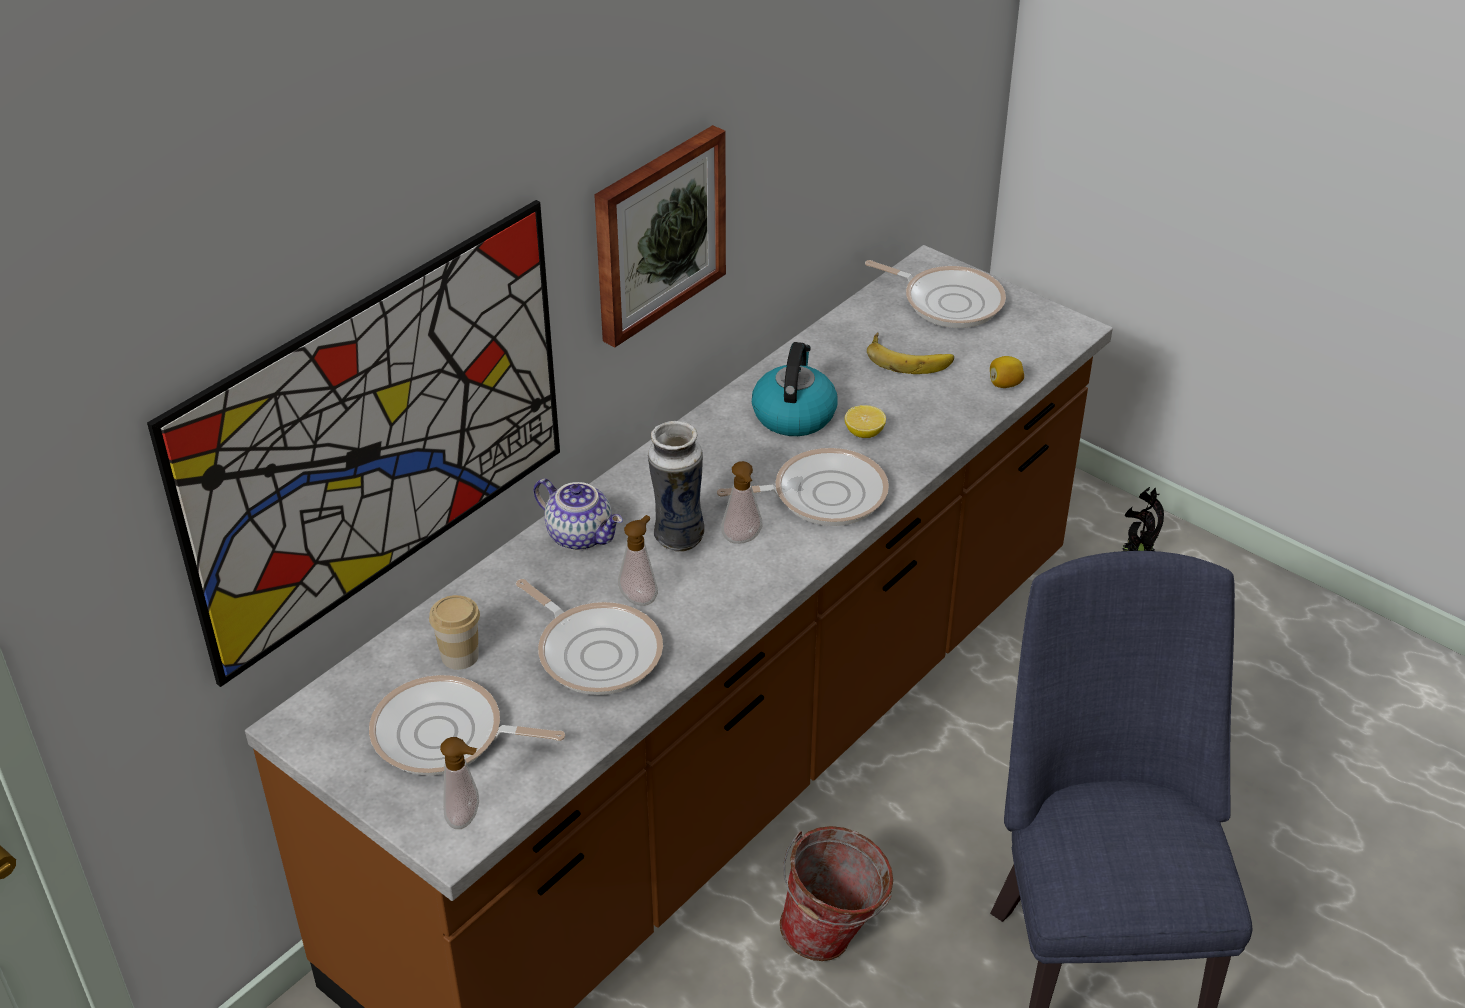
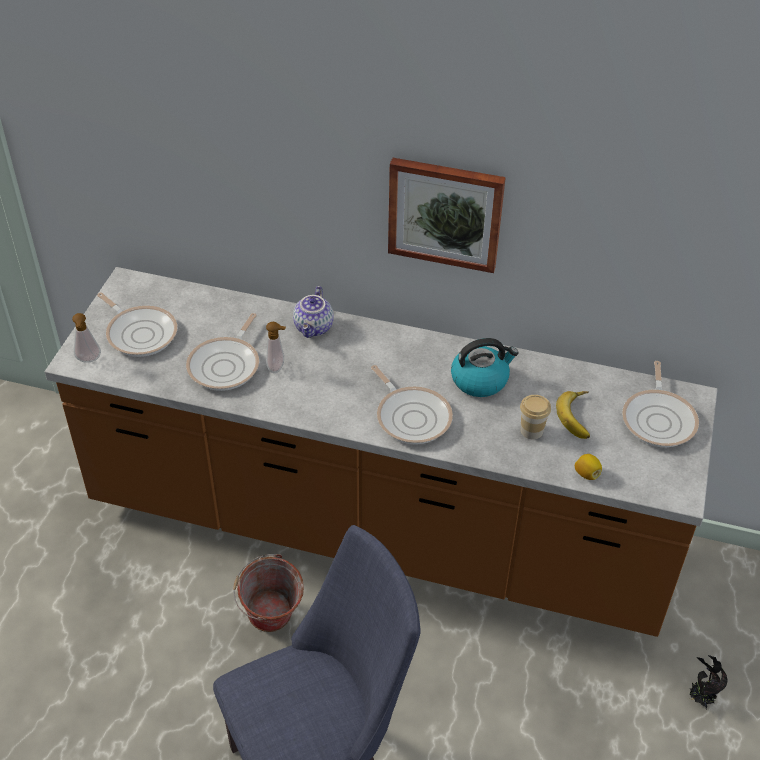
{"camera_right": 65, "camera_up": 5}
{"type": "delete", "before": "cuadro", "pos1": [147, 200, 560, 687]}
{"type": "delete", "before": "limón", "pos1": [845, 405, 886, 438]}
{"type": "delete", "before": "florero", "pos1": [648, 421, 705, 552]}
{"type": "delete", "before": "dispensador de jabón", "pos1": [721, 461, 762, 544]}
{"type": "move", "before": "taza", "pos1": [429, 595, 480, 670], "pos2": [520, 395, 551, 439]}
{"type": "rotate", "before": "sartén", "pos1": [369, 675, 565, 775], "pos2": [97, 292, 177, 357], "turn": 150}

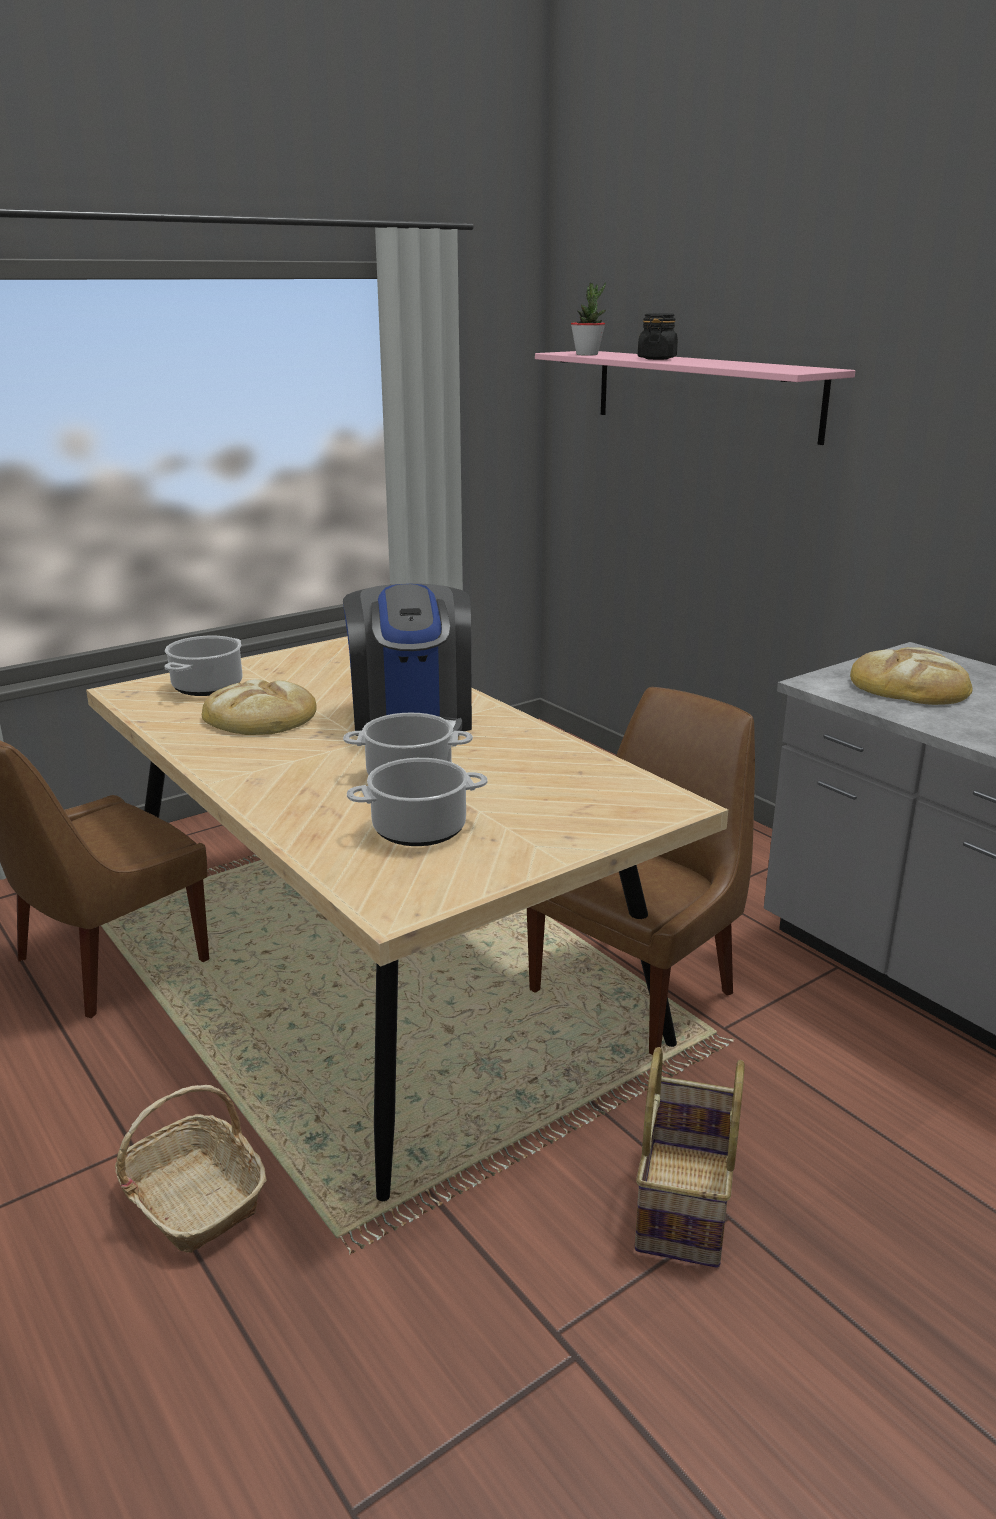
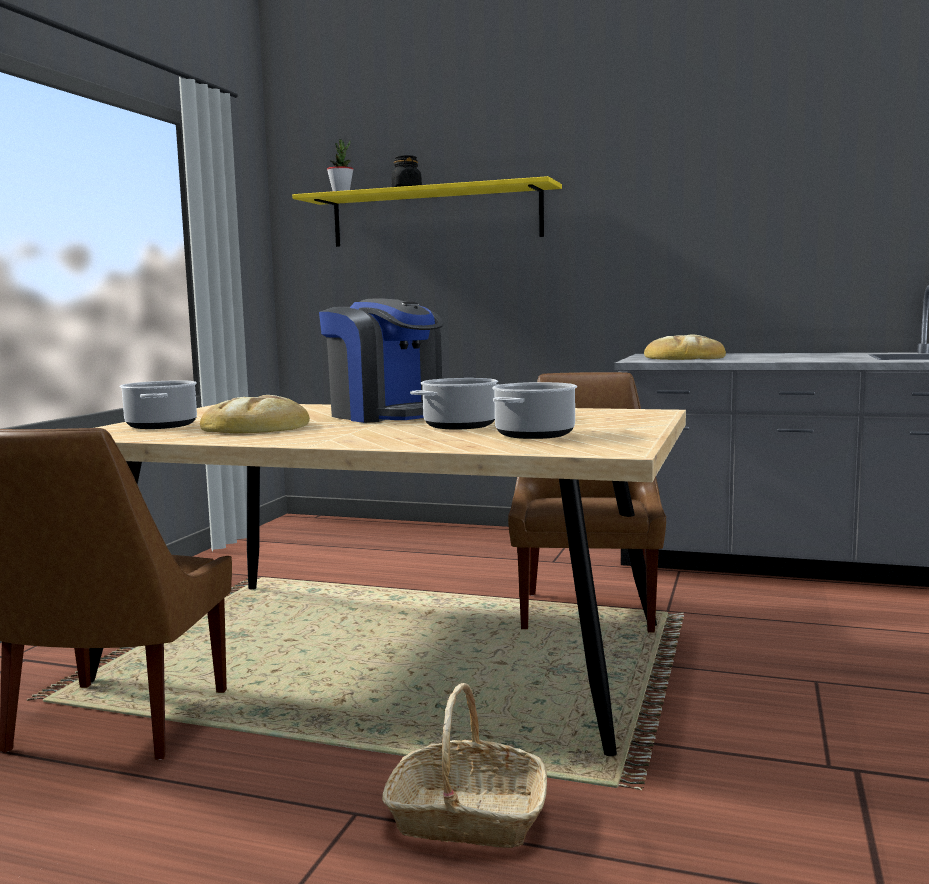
{"camera_right": -35, "camera_up": -15}
{"type": "recolor", "before": "estante/rosa", "after": "estante/amarillo", "pos1": [535, 351, 855, 445], "pos2": [292, 176, 562, 247]}
{"type": "delete", "before": "cesta", "pos1": [635, 1047, 745, 1267]}

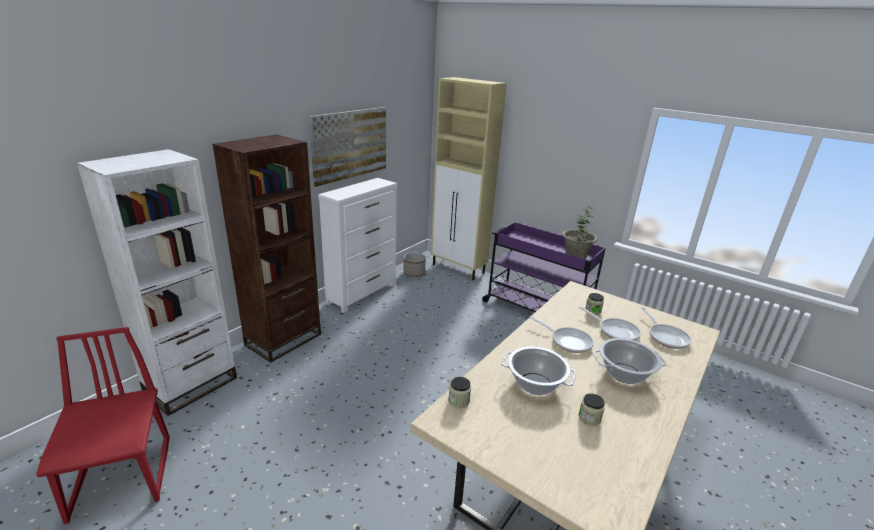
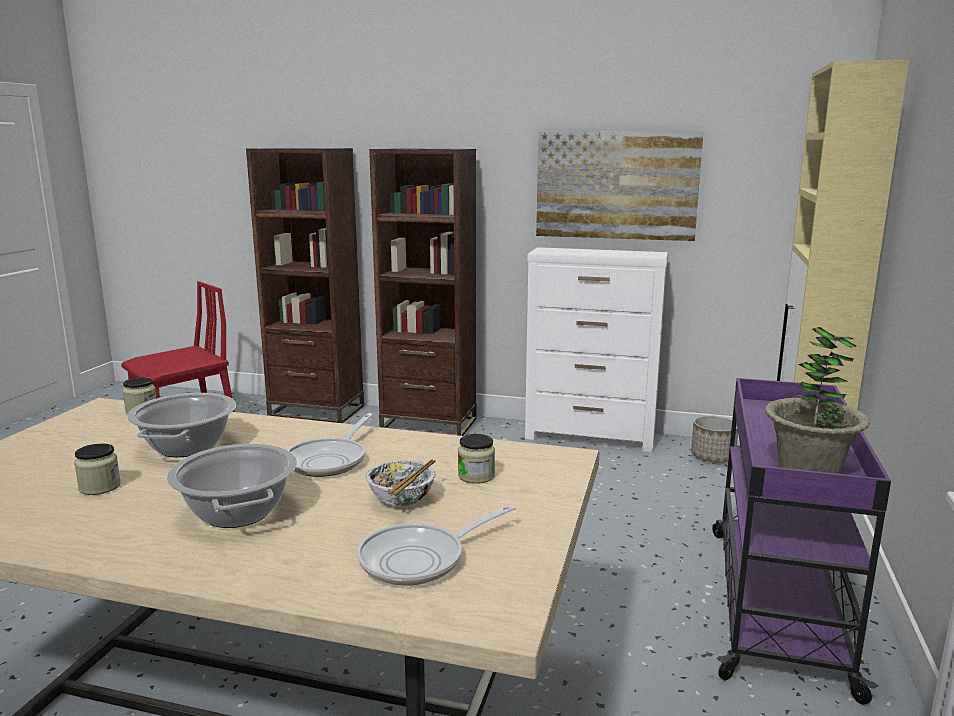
{"camera_right": 70, "camera_up": -10}
{"type": "recolor", "before": "estantería/blanco", "after": "estantería/marrón", "pos1": [77, 149, 237, 416], "pos2": [246, 148, 364, 423]}
{"type": "replace", "before": "sartén", "after": "cuenco", "pos1": [578, 306, 641, 341], "pos2": [365, 459, 436, 506]}

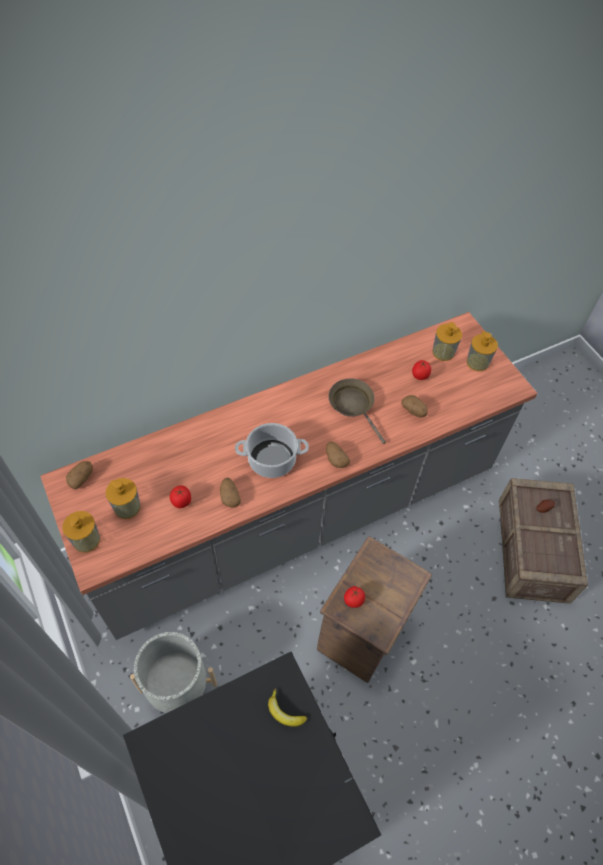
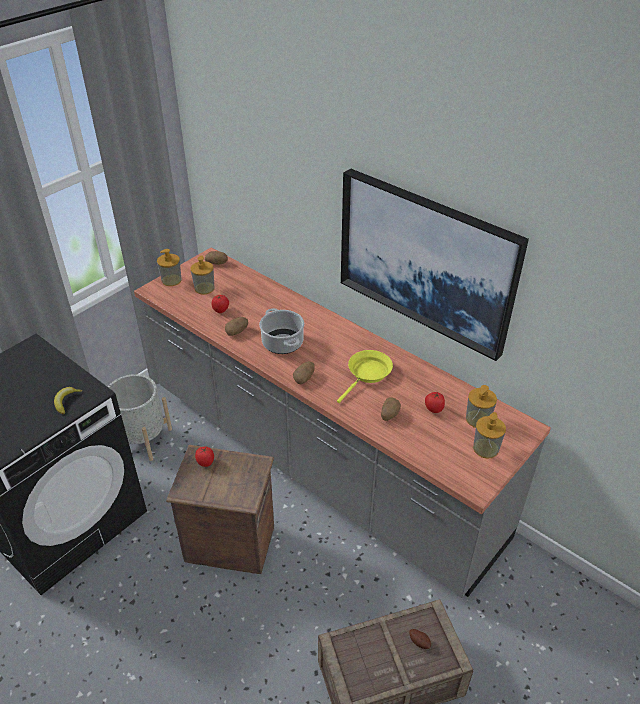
{"camera_right": 70, "camera_up": -15}
{"type": "recolor", "before": "sartén/marrón", "after": "sartén/amarillo", "pos1": [329, 378, 386, 444], "pos2": [337, 350, 393, 403]}
{"type": "insert", "after": "cuadro", "pos2": [341, 169, 529, 361]}

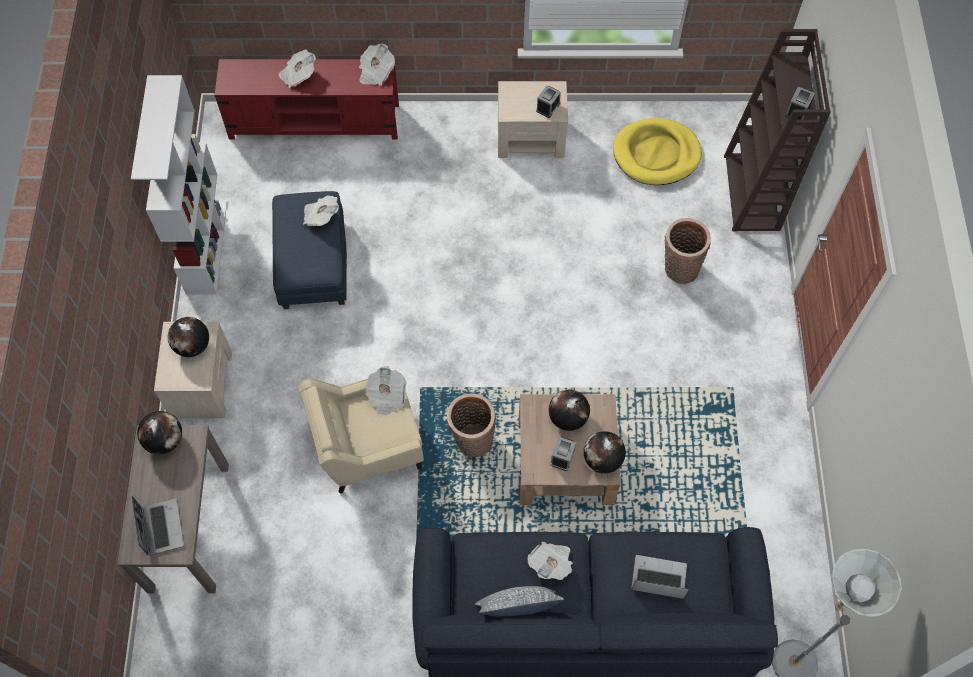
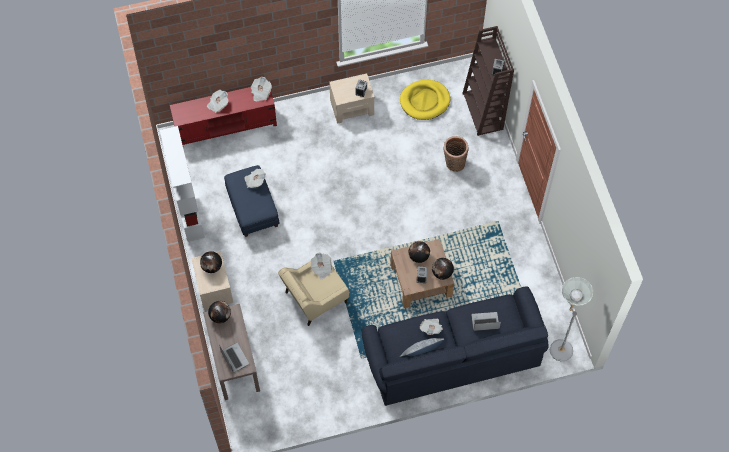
{"camera_right": -15, "camera_up": 0}
{"type": "delete", "before": "cesta", "pos1": [447, 393, 496, 457]}

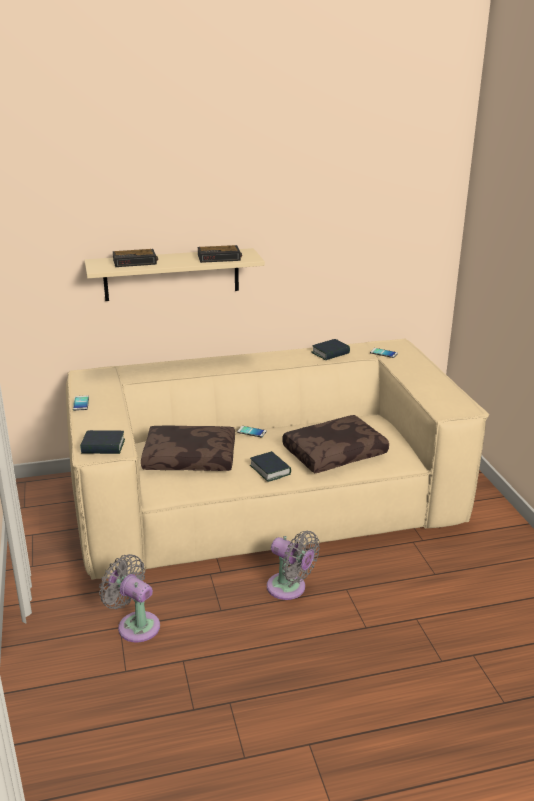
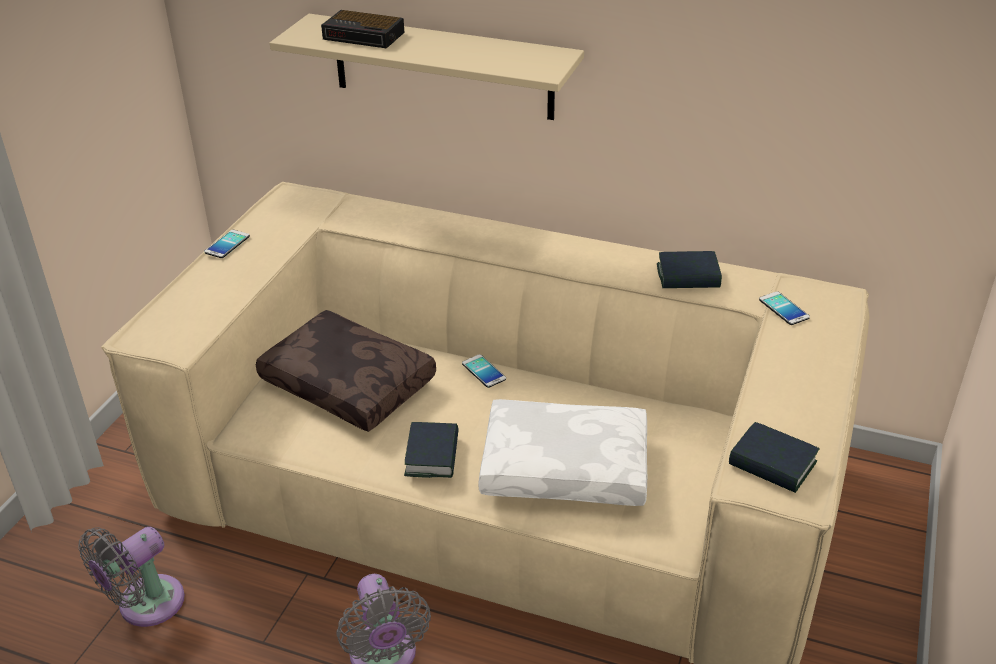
{"camera_right": 35, "camera_up": 10}
{"type": "delete", "before": "despertador", "pos1": [198, 245, 242, 263]}
{"type": "recolor", "before": "cojín/marrón", "after": "cojín/blanco", "pos1": [282, 415, 389, 473], "pos2": [478, 399, 647, 506]}
{"type": "move", "before": "libro", "pos1": [80, 430, 125, 454], "pos2": [729, 422, 820, 493]}
{"type": "rotate", "before": "ventilador/gris", "pos1": [99, 554, 160, 642], "pos2": [78, 527, 185, 627], "turn": -120}

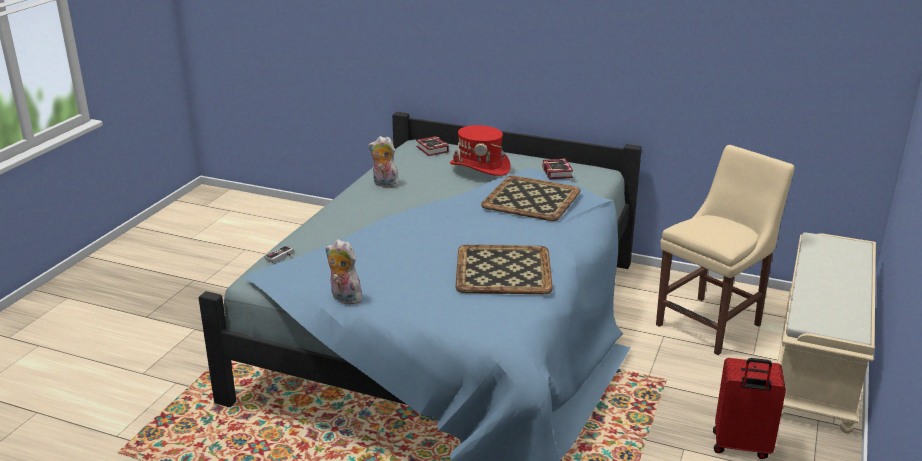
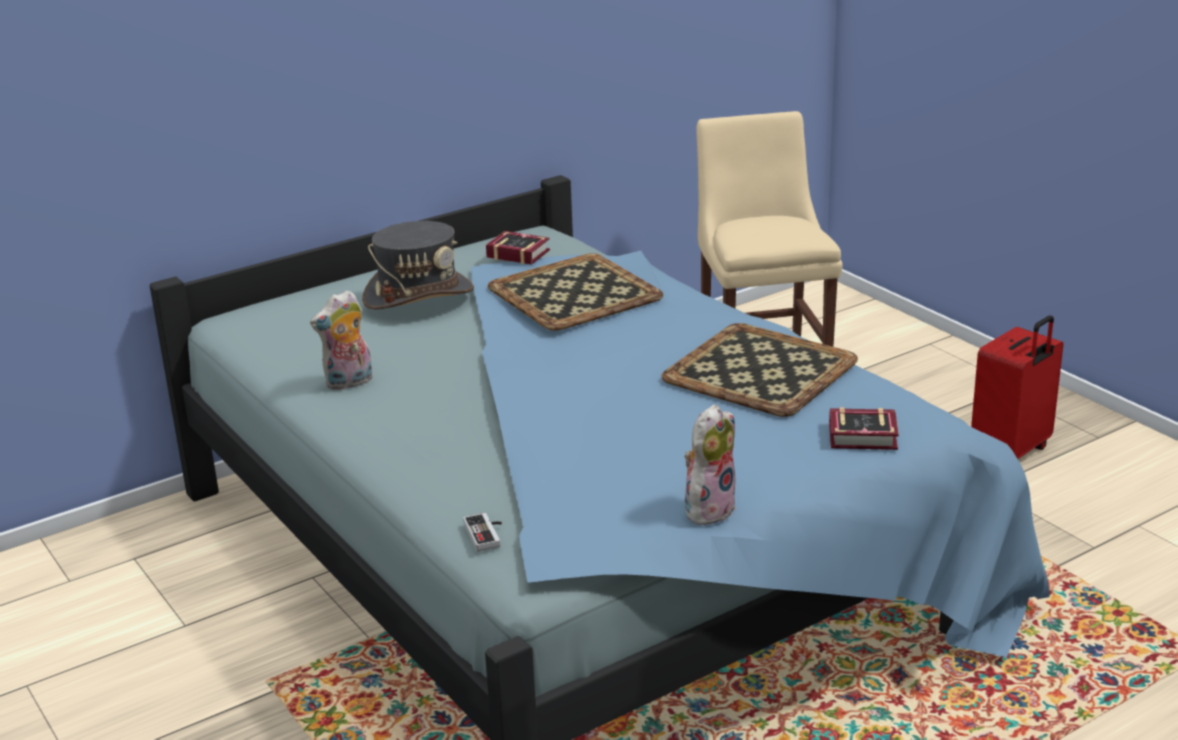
{"camera_right": -55, "camera_up": 0}
{"type": "recolor", "before": "sombrero/rojo", "after": "sombrero/gris", "pos1": [450, 125, 511, 176], "pos2": [362, 221, 474, 310]}
{"type": "move", "before": "libro", "pos1": [416, 136, 449, 156], "pos2": [829, 407, 899, 450]}
{"type": "delete", "before": "banco/beis", "pos1": [778, 232, 876, 434]}
{"type": "rotate", "before": "peluche", "pos1": [325, 239, 366, 304], "pos2": [684, 404, 737, 526], "turn": 150}

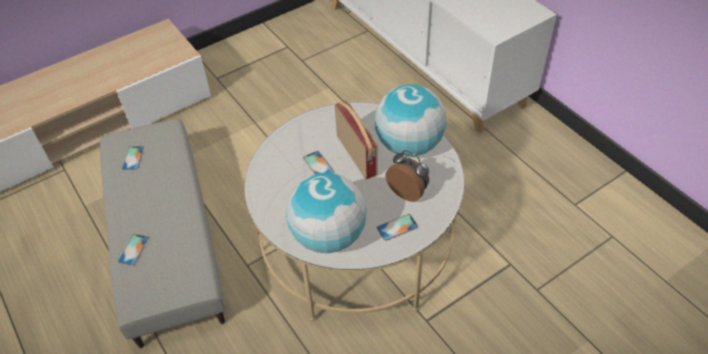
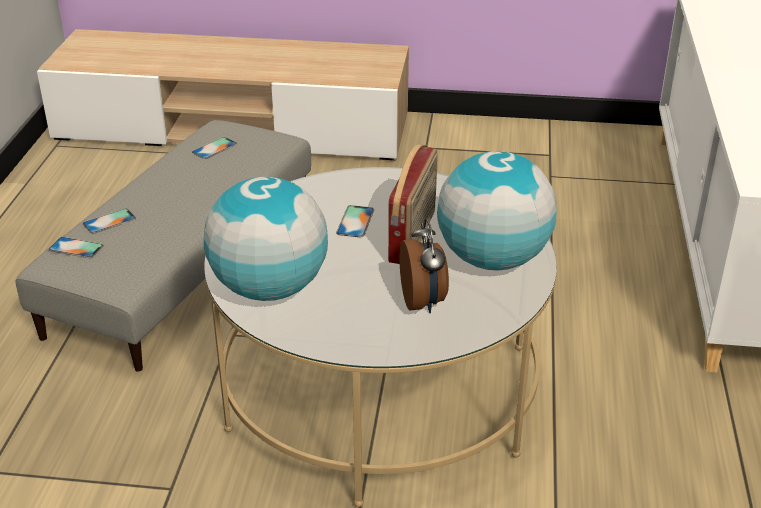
{"camera_right": 40, "camera_up": -15}
{"type": "move", "before": "móvil", "pos1": [377, 214, 418, 241], "pos2": [48, 237, 104, 258]}

